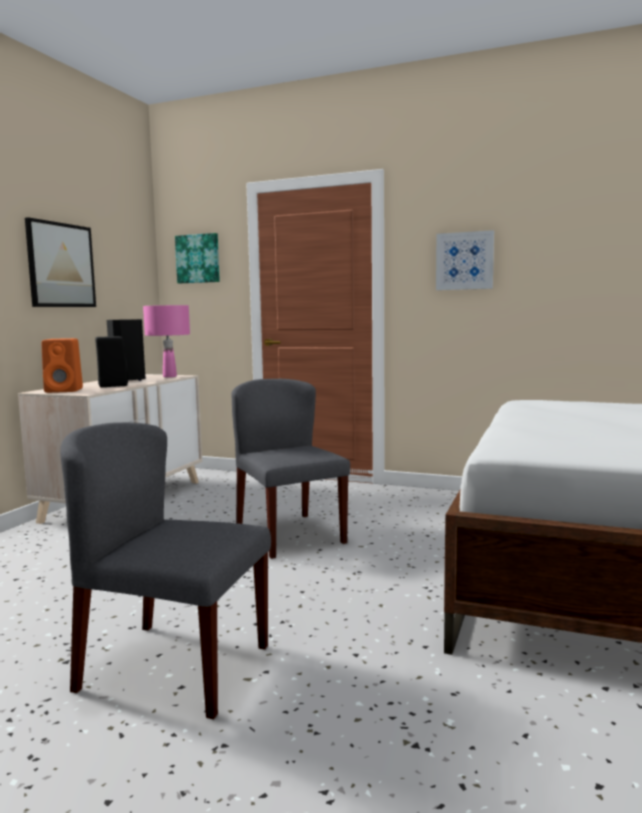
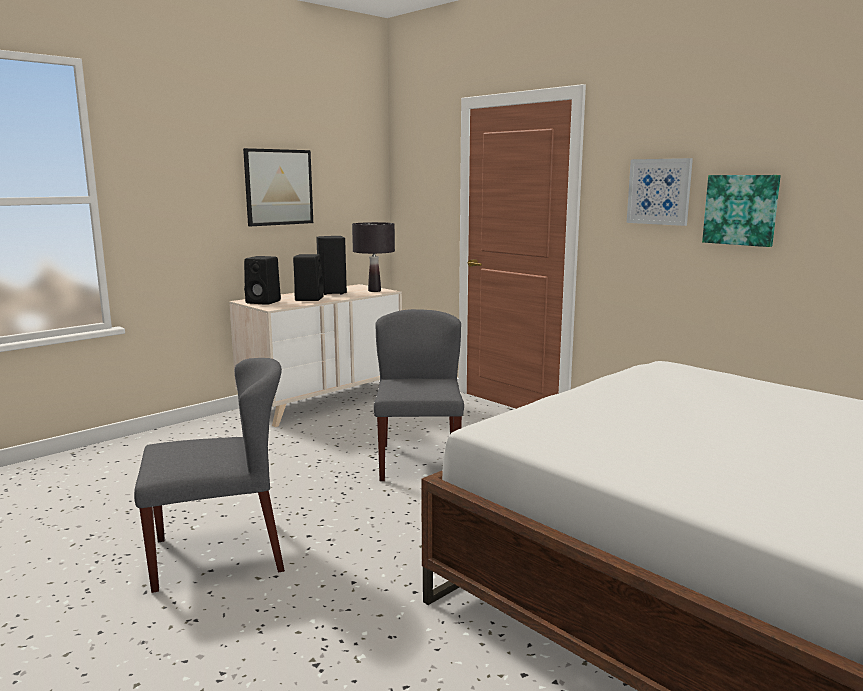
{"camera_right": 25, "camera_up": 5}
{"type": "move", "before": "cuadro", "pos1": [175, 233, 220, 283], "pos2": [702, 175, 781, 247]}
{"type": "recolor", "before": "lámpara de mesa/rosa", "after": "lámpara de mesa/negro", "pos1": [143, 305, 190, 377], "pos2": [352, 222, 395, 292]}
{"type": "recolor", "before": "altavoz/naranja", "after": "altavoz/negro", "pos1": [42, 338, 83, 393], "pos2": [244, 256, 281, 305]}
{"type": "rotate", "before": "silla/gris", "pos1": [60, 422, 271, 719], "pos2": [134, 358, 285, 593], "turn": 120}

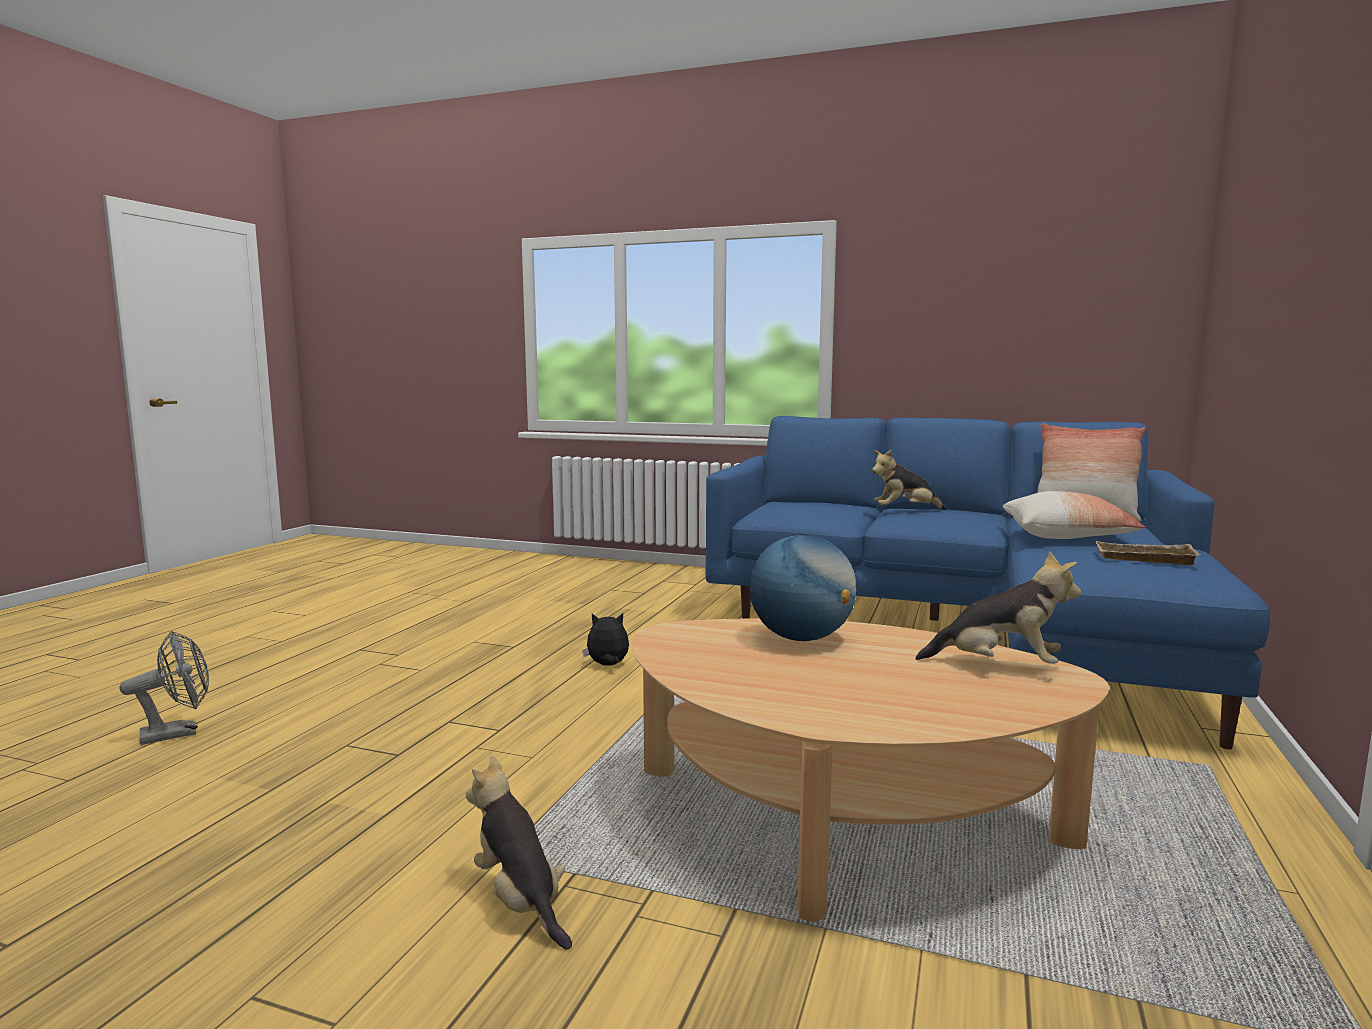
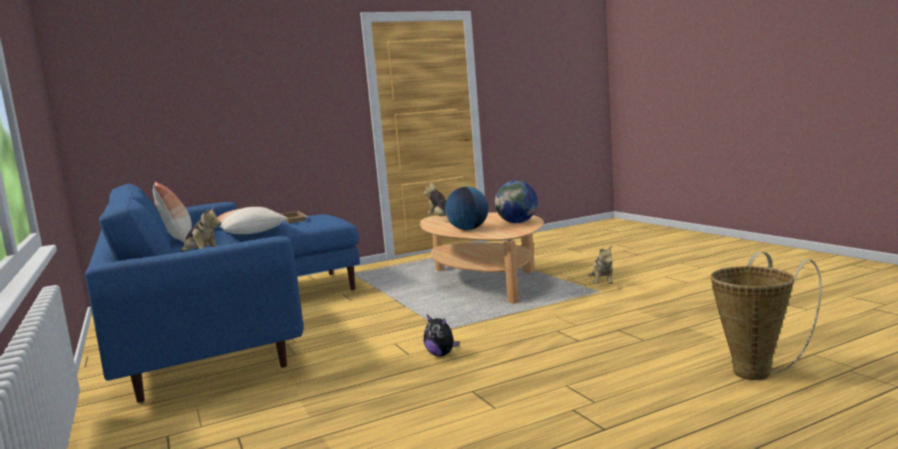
{"camera_right": -135, "camera_up": 0}
{"type": "replace", "before": "ventilador/gris", "after": "cesta", "pos1": [120, 631, 209, 745], "pos2": [710, 252, 822, 380]}
{"type": "insert", "after": "globo terráqueo", "pos2": [495, 181, 538, 223]}

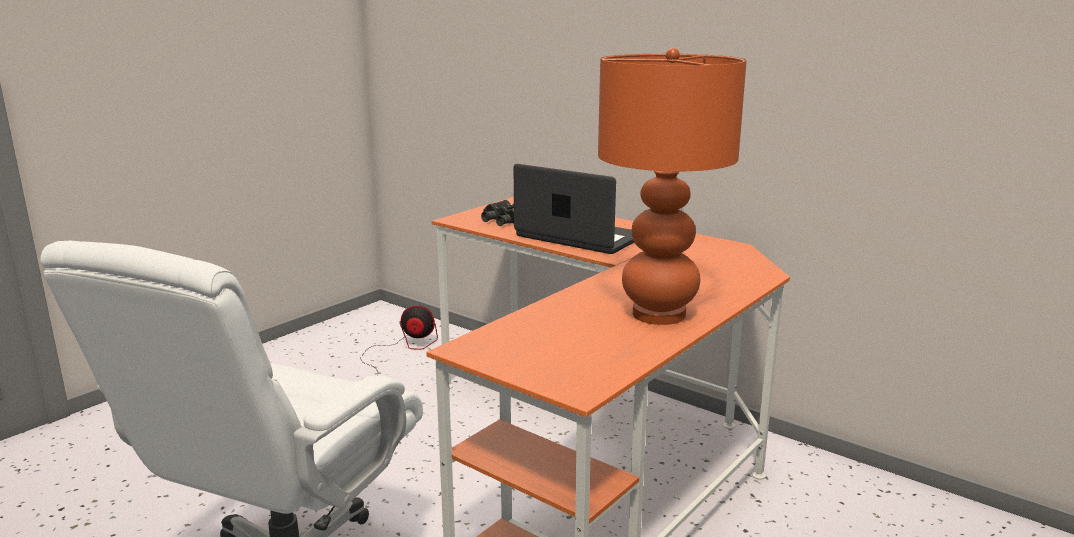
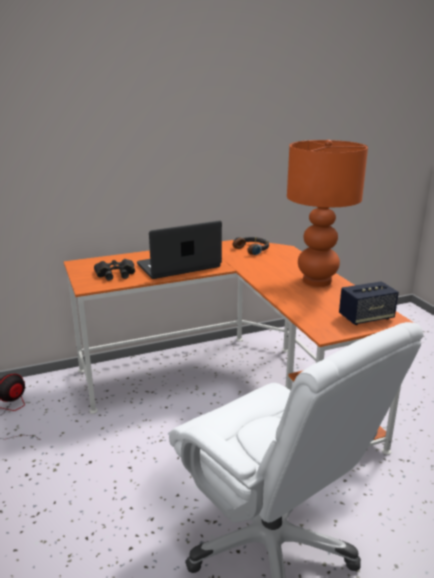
{"camera_right": -60, "camera_up": 5}
{"type": "insert", "after": "auriculares", "pos2": [232, 237, 269, 255]}
{"type": "insert", "after": "altavoz", "pos2": [339, 281, 399, 325]}

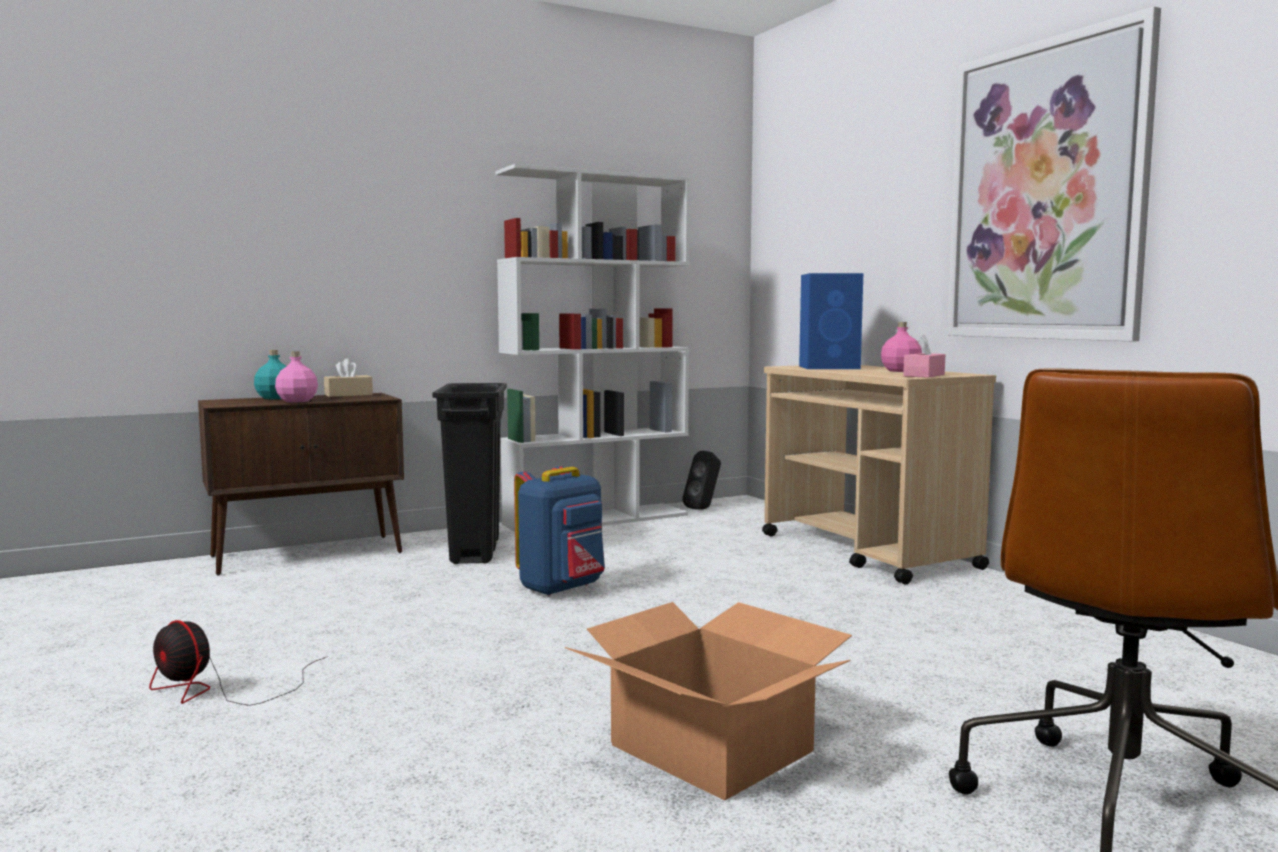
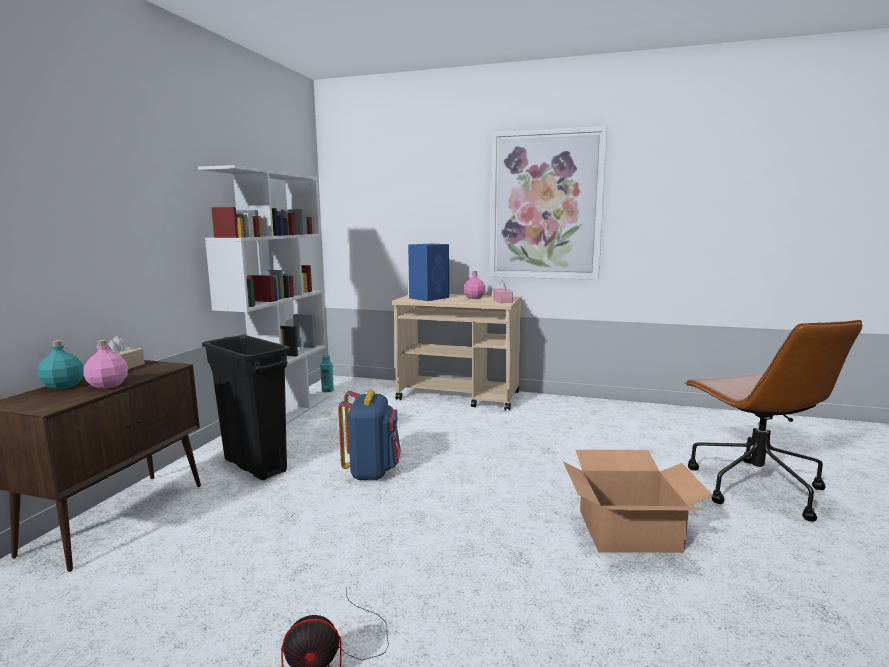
{"camera_right": -45, "camera_up": 5}
{"type": "replace", "before": "altavoz/negro", "after": "botella/turquesa", "pos1": [682, 451, 721, 510], "pos2": [320, 354, 334, 392]}

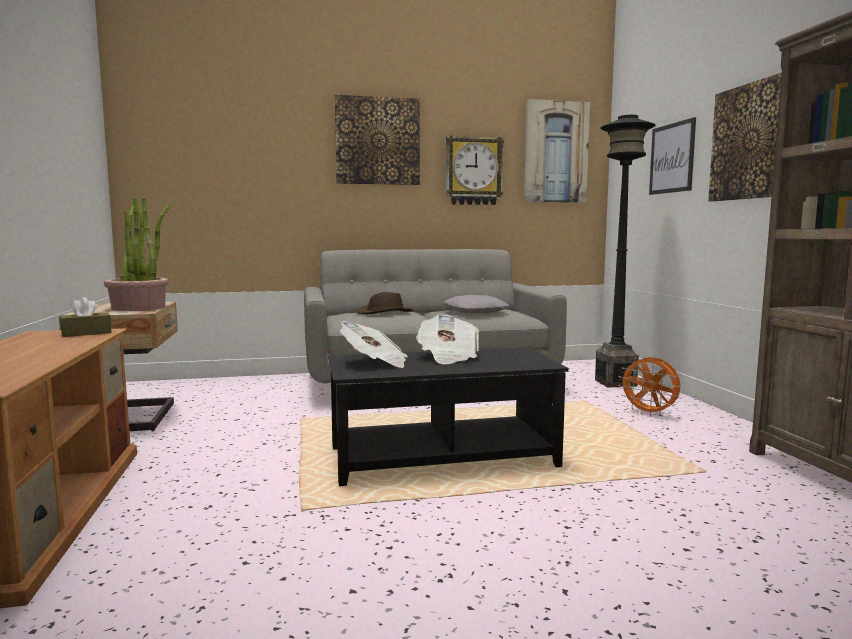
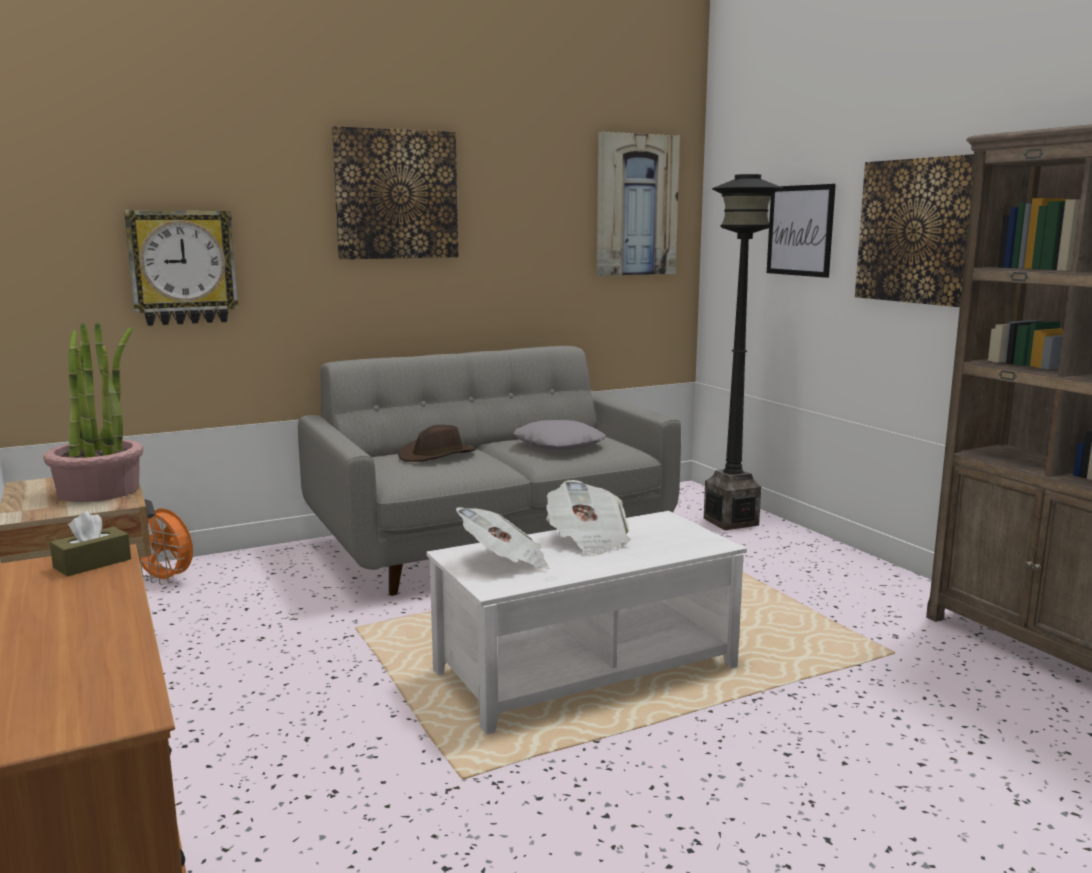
{"camera_right": -15, "camera_up": 5}
{"type": "move", "before": "reloj de pared", "pos1": [446, 135, 504, 205], "pos2": [124, 210, 238, 326]}
{"type": "recolor", "before": "mesa de centro/negro", "after": "mesa de centro/blanco", "pos1": [328, 347, 569, 486], "pos2": [426, 511, 747, 735]}
{"type": "move", "before": "ventilador/naranja", "pos1": [618, 355, 680, 416], "pos2": [139, 508, 193, 585]}

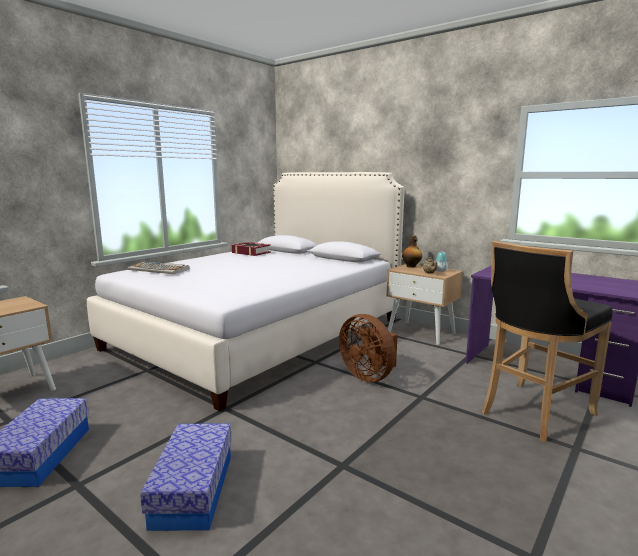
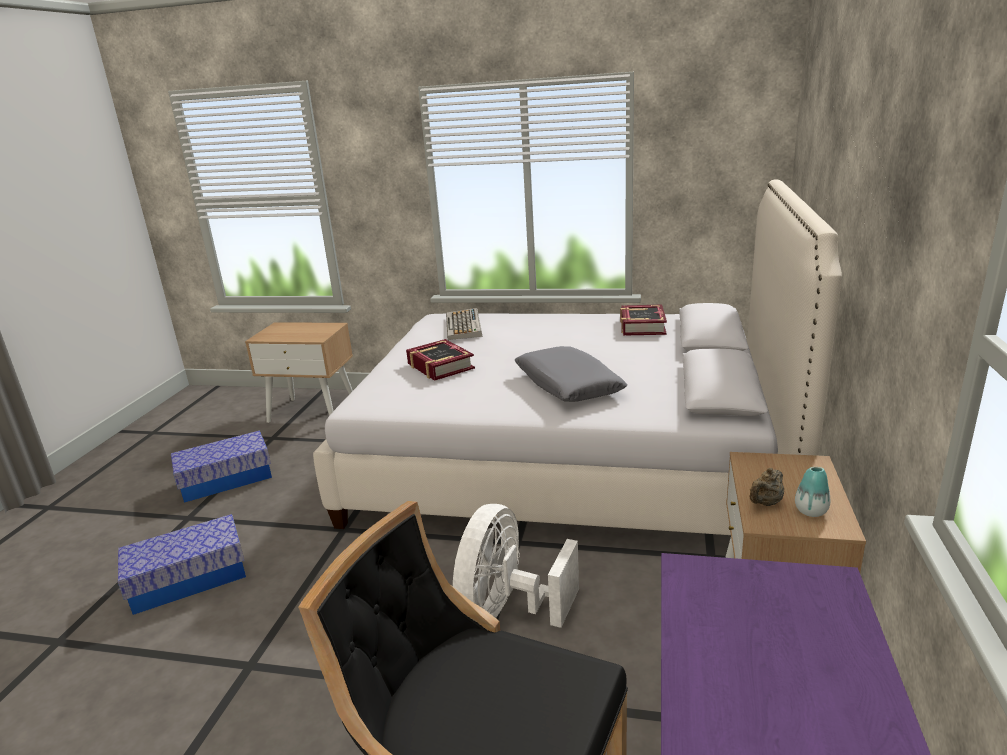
{"camera_right": 65, "camera_up": 10}
{"type": "delete", "before": "botella", "pos1": [402, 235, 422, 268]}
{"type": "recolor", "before": "ventilador/marrón", "after": "ventilador/blanco", "pos1": [339, 314, 398, 382], "pos2": [453, 504, 579, 628]}
{"type": "insert", "after": "libro", "pos2": [406, 339, 475, 381]}
{"type": "insert", "after": "cojín/gris", "pos2": [514, 346, 627, 402]}

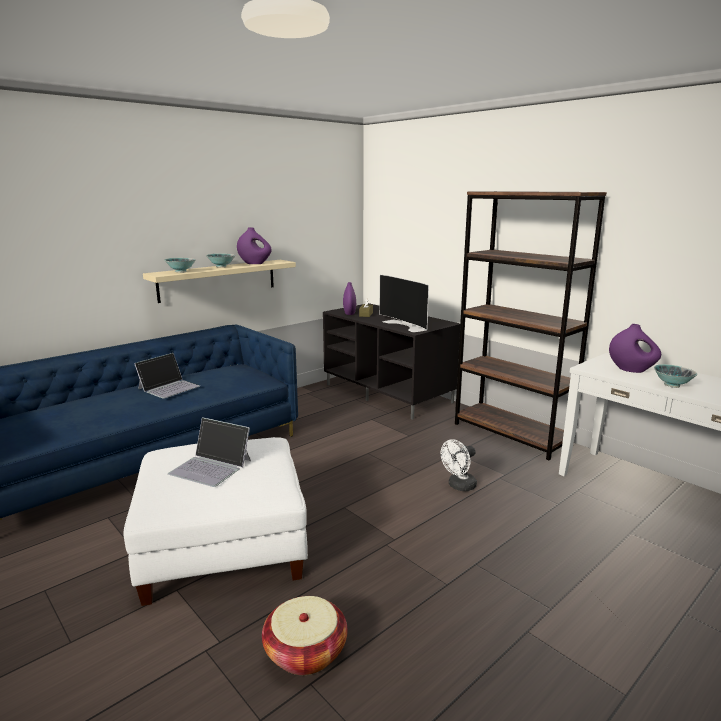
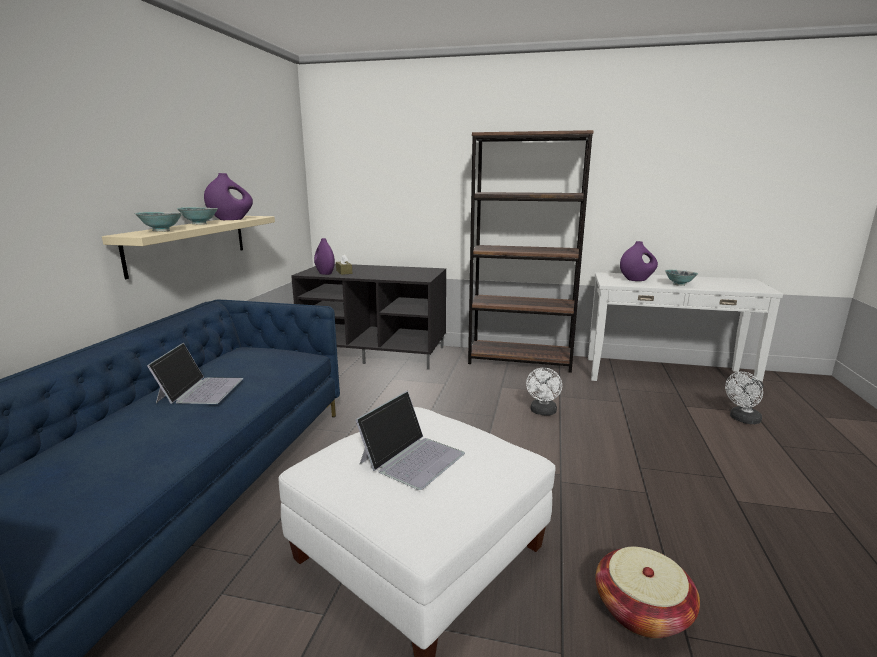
{"camera_right": -35, "camera_up": 0}
{"type": "delete", "before": "televisor", "pos1": [379, 275, 429, 332]}
{"type": "rotate", "before": "portátil", "pos1": [168, 417, 251, 487], "pos2": [355, 391, 465, 490], "turn": -45}
{"type": "insert", "after": "ventilador/blanco", "pos2": [725, 372, 763, 424]}

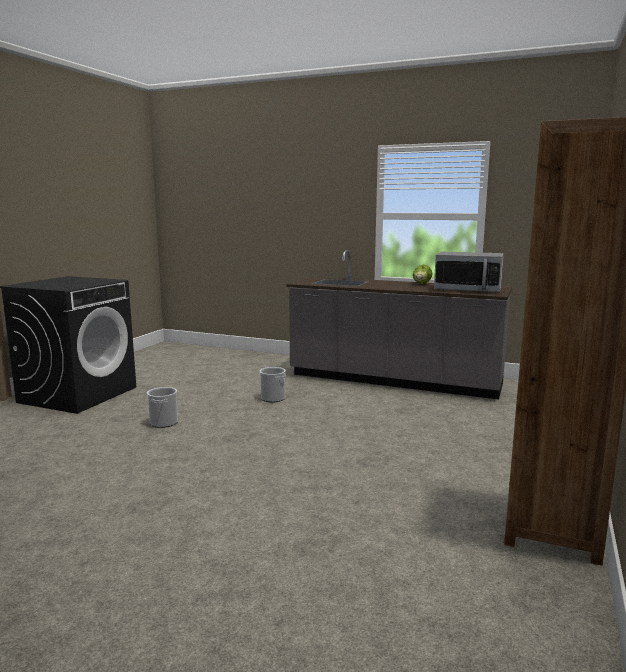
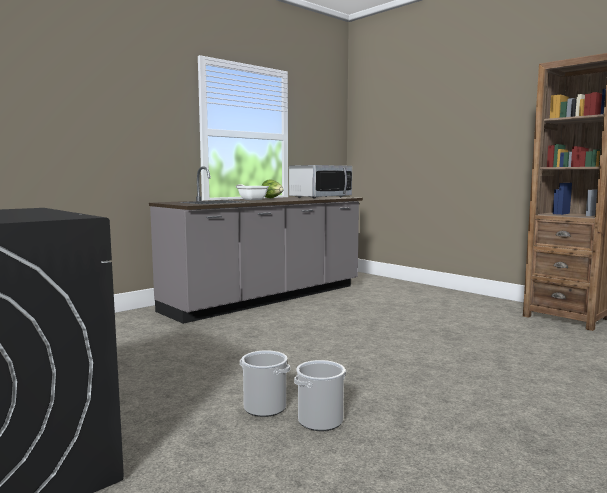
{"camera_right": -65, "camera_up": -5}
{"type": "move", "before": "cubo", "pos1": [259, 367, 286, 402], "pos2": [294, 360, 346, 431]}
{"type": "insert", "after": "sartén", "pos2": [236, 184, 269, 200]}

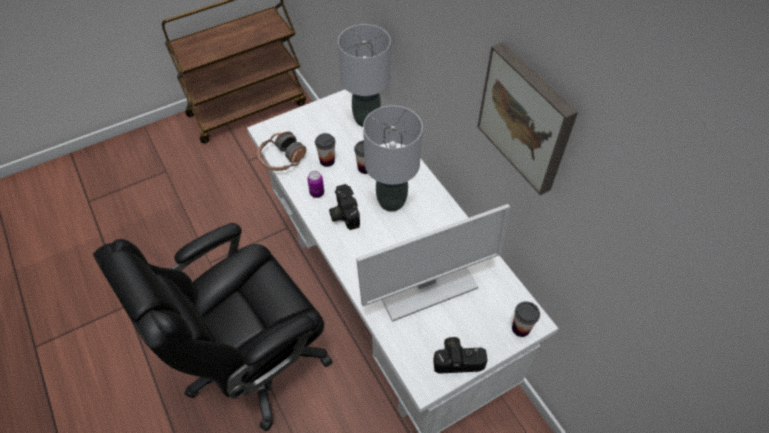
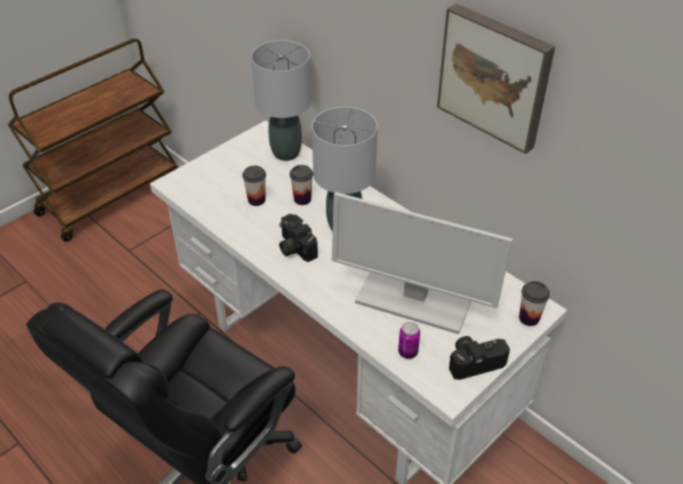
{"camera_right": -15, "camera_up": -10}
{"type": "delete", "before": "auriculares", "pos1": [257, 131, 306, 171]}
{"type": "move", "before": "lata", "pos1": [307, 171, 324, 198], "pos2": [398, 322, 420, 359]}
{"type": "rotate", "before": "monitor", "pos1": [356, 204, 510, 322], "pos2": [332, 192, 513, 334], "turn": 60}

